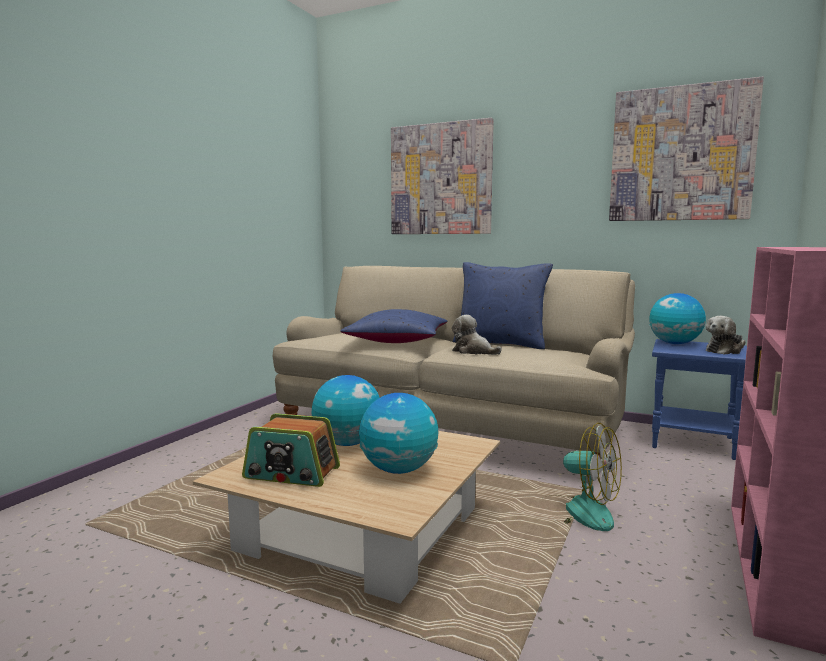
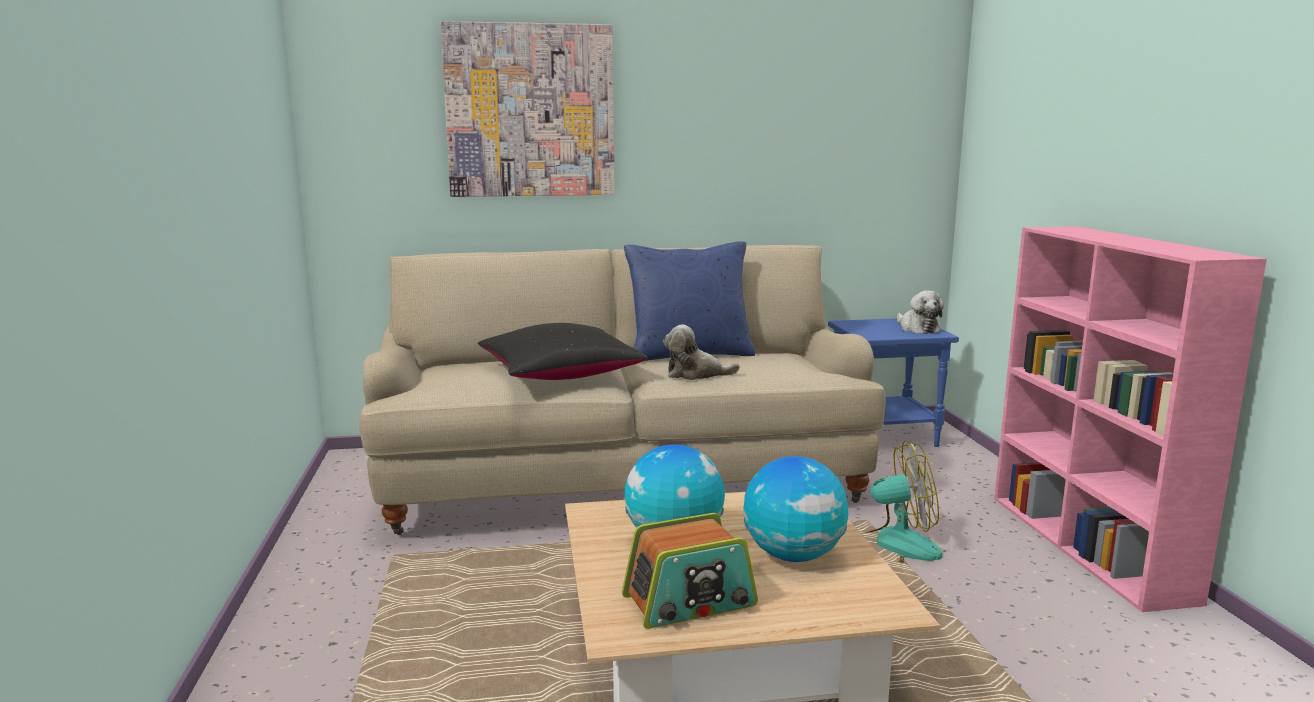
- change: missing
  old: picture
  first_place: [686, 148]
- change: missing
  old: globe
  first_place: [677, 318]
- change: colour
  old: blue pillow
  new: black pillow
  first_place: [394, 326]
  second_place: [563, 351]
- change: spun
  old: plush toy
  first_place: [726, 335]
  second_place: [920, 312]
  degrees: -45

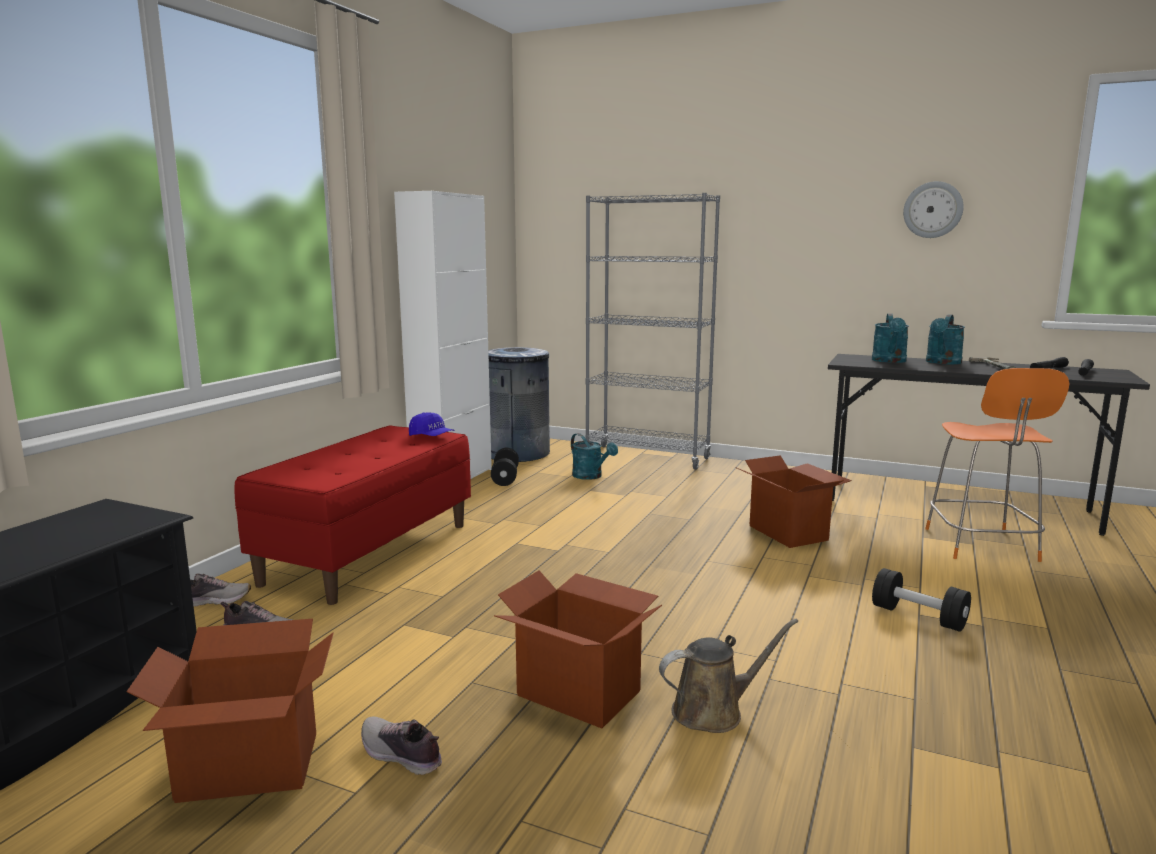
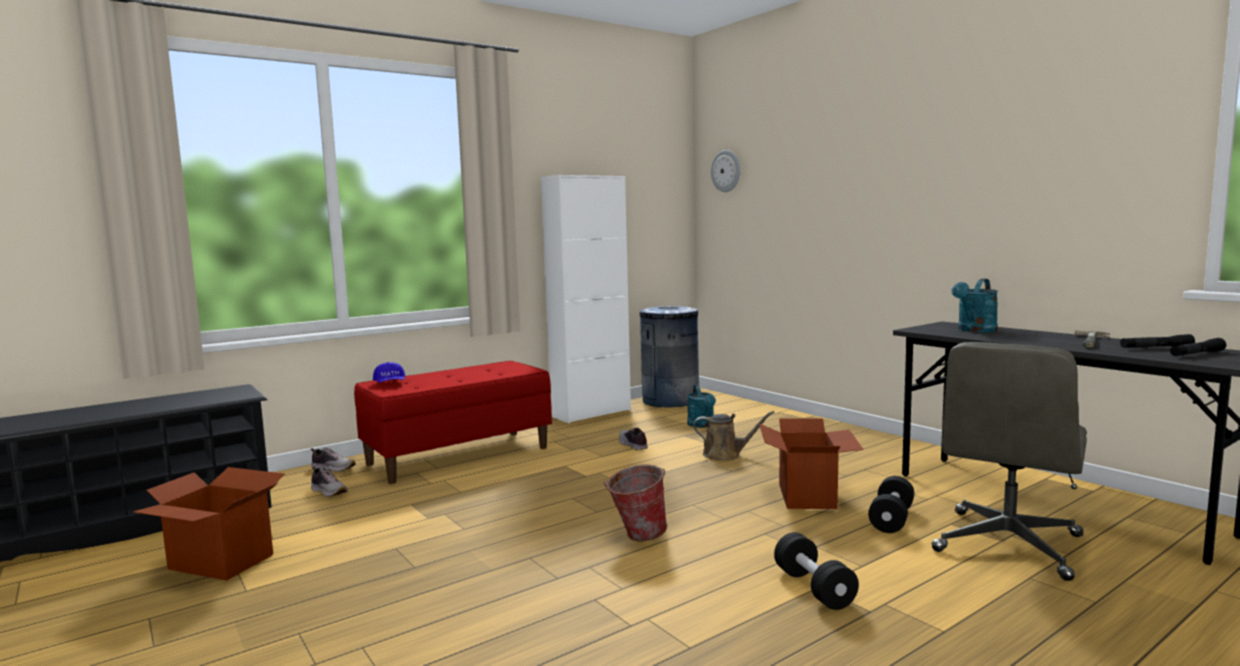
- change: relocated
  old: wall clock
  first_place: [933, 209]
  second_place: [725, 171]
- change: missing
  old: grey bookcase
  first_place: [652, 331]
- change: missing
  old: turquoise watering can
  first_place: [945, 339]
- change: exchanged
  old: orange stool
  new: grey office chair
  first_place: [997, 465]
  second_place: [1009, 461]
- change: relocated
  old: blue cap
  first_place: [431, 424]
  second_place: [389, 372]
- change: relocated
  old: black dumbbell
  first_place: [505, 467]
  second_place: [891, 504]
- change: missing
  old: cardboard box
  first_place: [578, 649]
- change: relocated
  old: brown watering can
  first_place: [728, 676]
  second_place: [733, 436]
- change: relocated
  old: shoe
  first_place: [401, 745]
  second_place: [633, 439]
- change: appeared
  new: bucket
  second_place: [635, 503]

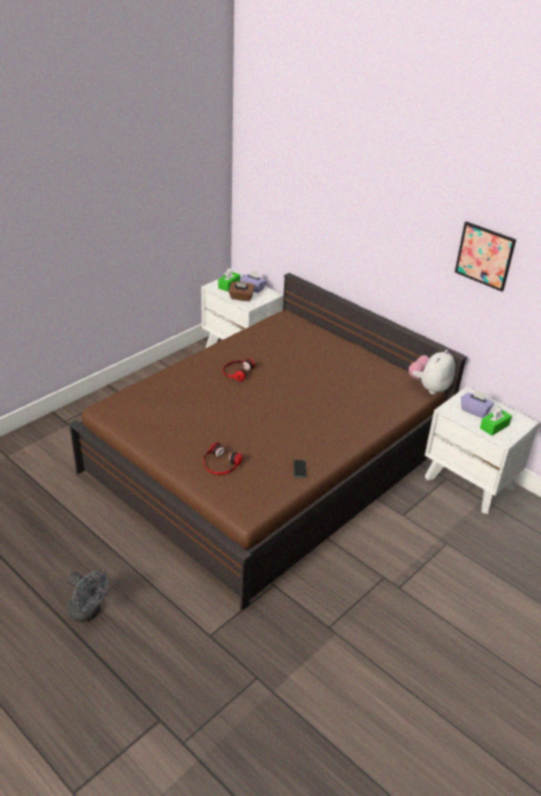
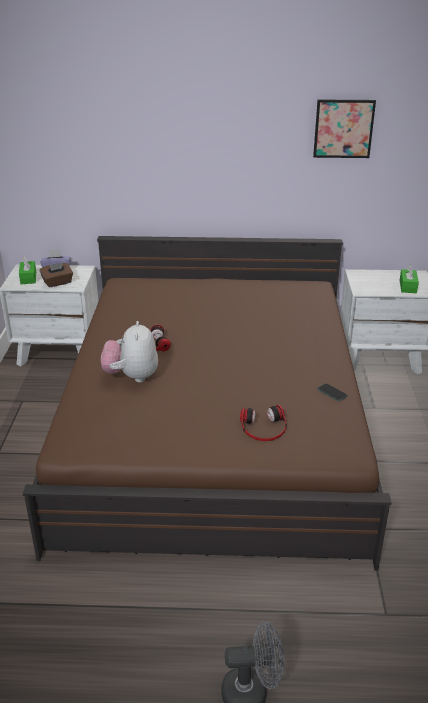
- change: relocated
  old: plush toy
  first_place: [432, 372]
  second_place: [129, 352]
- change: missing
  old: purple tissue box
  first_place: [477, 403]

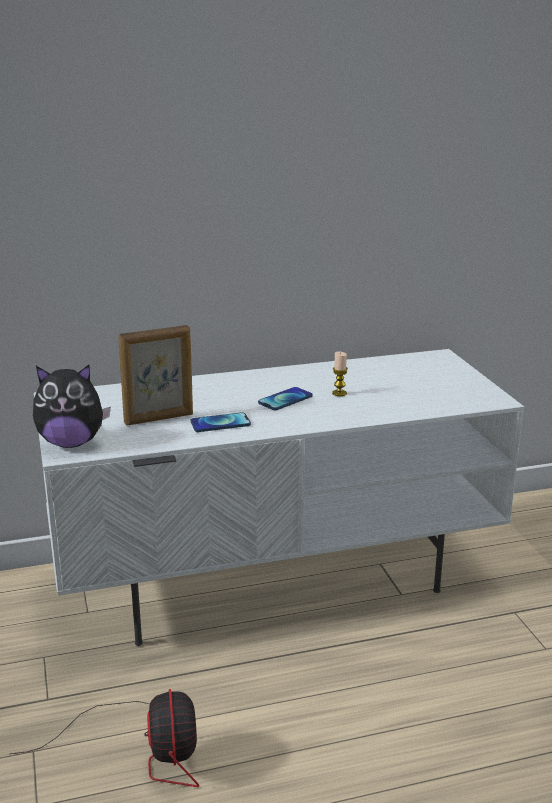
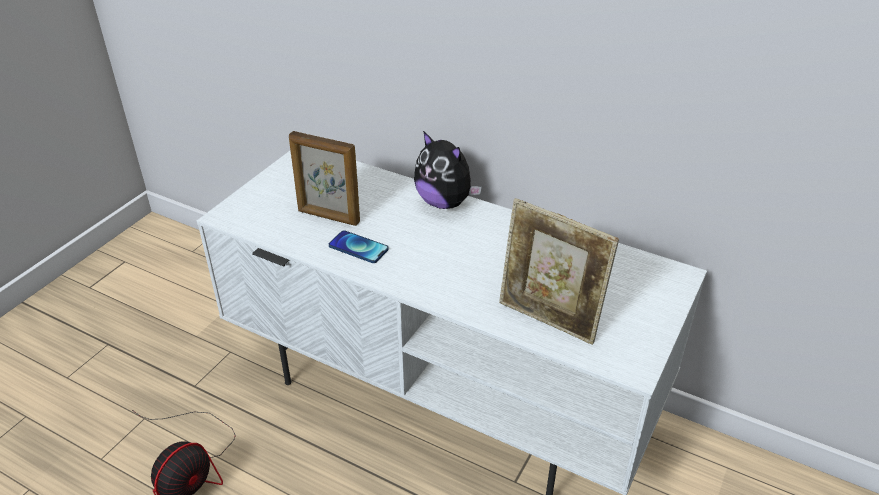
- change: missing
  old: candle
  first_place: [340, 373]
- change: relocated
  old: plush toy
  first_place: [72, 406]
  second_place: [448, 170]
- change: missing
  old: phone
  first_place: [285, 398]
- change: appeared
  new: picture frame
  second_place: [559, 271]

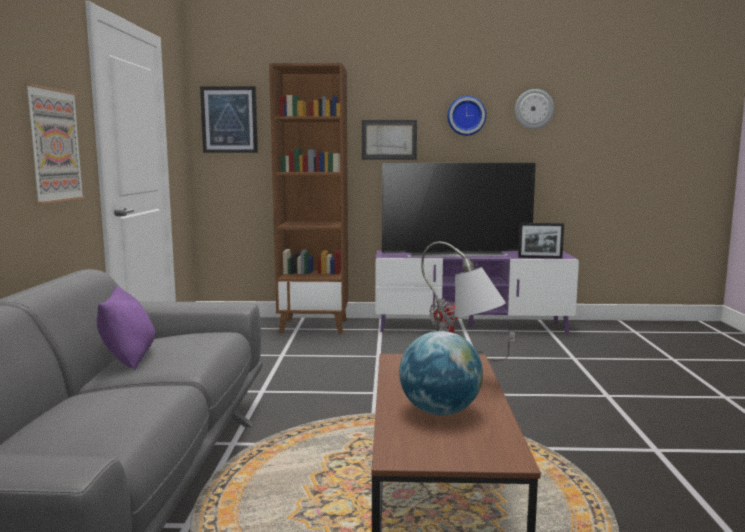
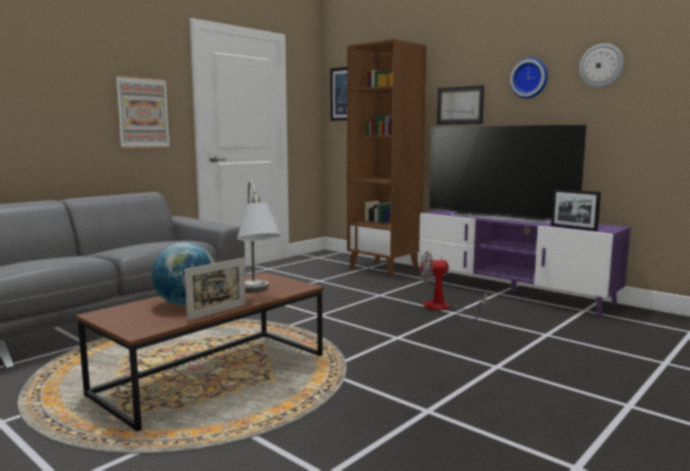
- change: missing
  old: purple pillow
  first_place: [126, 327]
- change: appeared
  new: picture frame
  second_place: [215, 289]

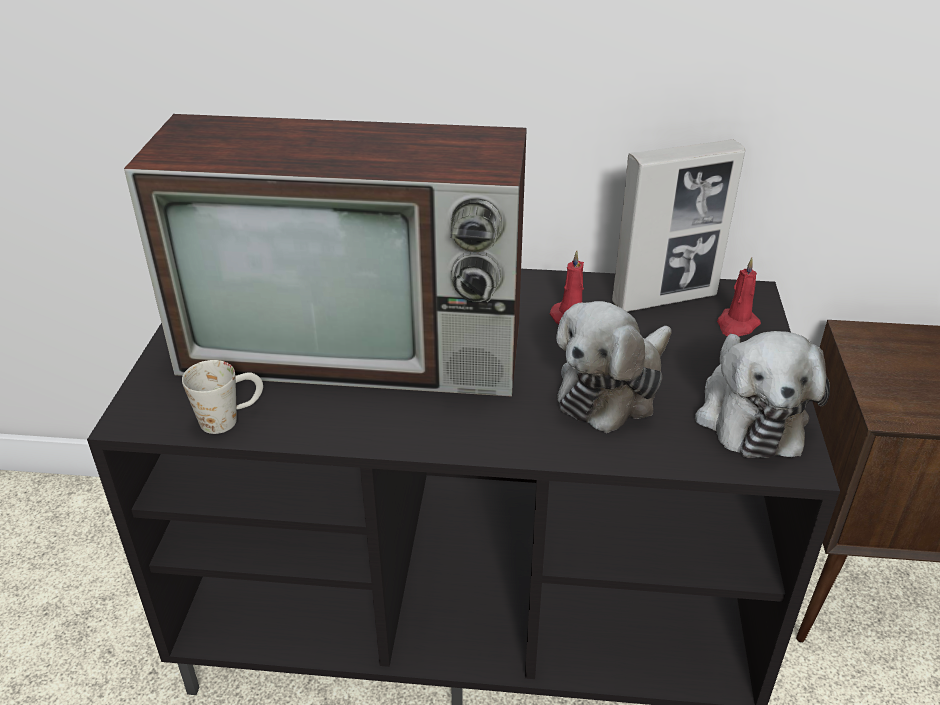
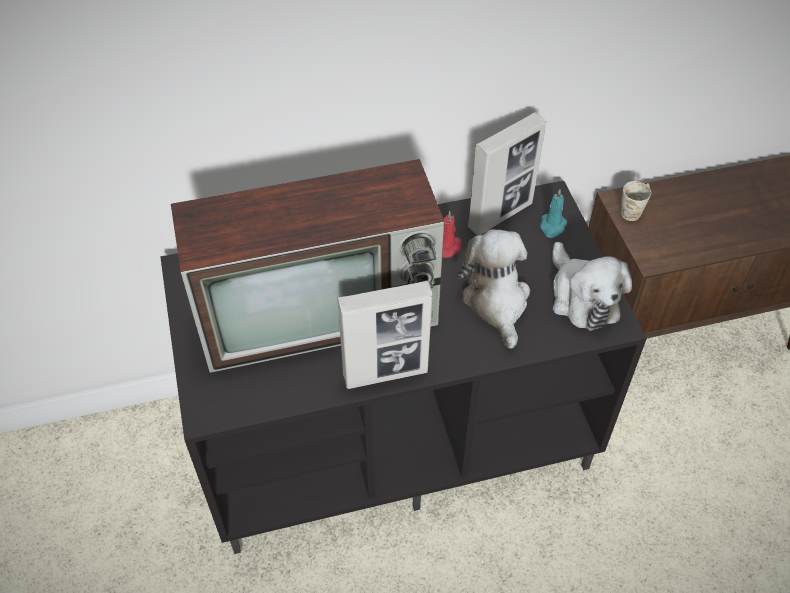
- change: colour
  old: red candle
  new: turquoise candle
  first_place: [739, 296]
  second_place: [553, 213]
- change: spun
  old: plush toy
  first_place: [614, 367]
  second_place: [493, 288]
  degrees: 150
- change: relocated
  old: white mug
  first_place: [222, 397]
  second_place: [636, 201]
- change: appeared
  new: picture frame
  second_place: [385, 335]

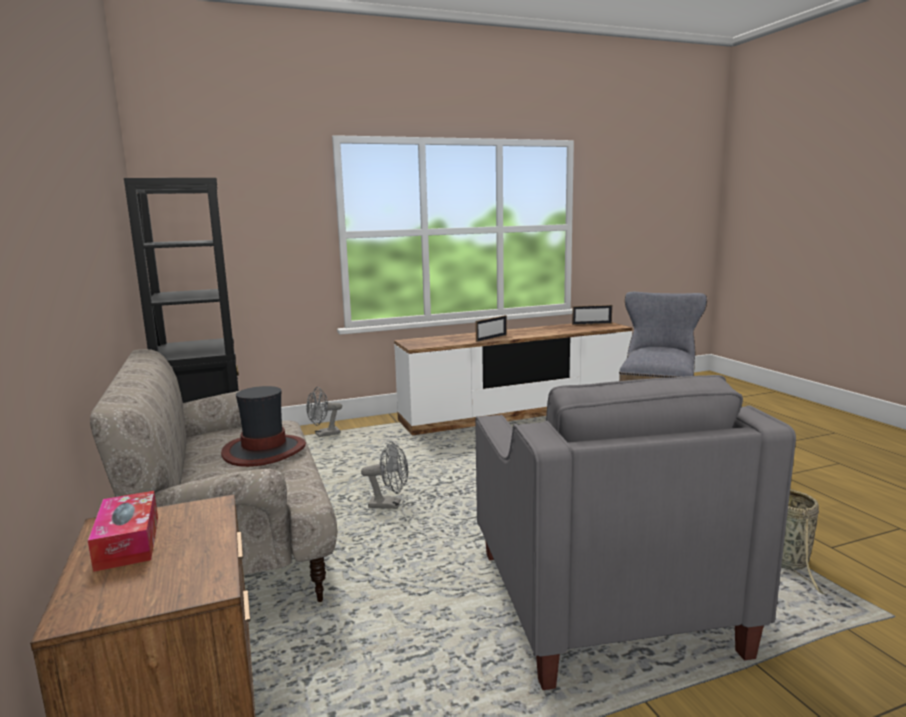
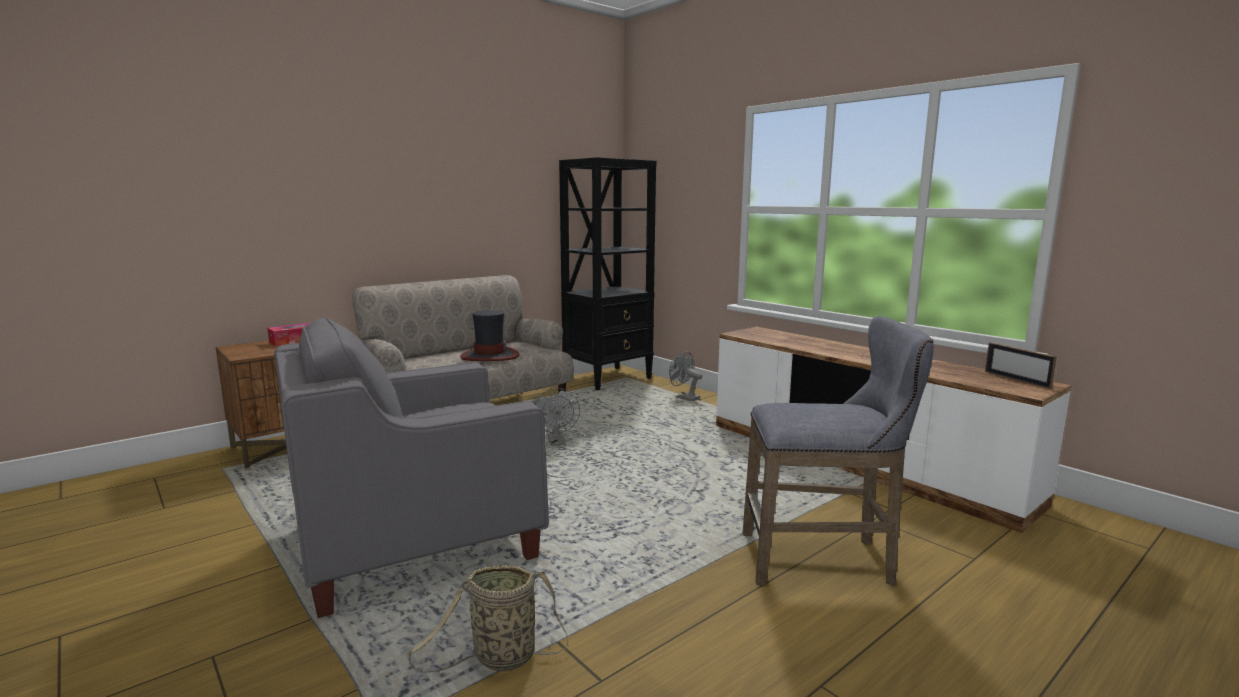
- change: missing
  old: picture frame
  first_place: [491, 328]

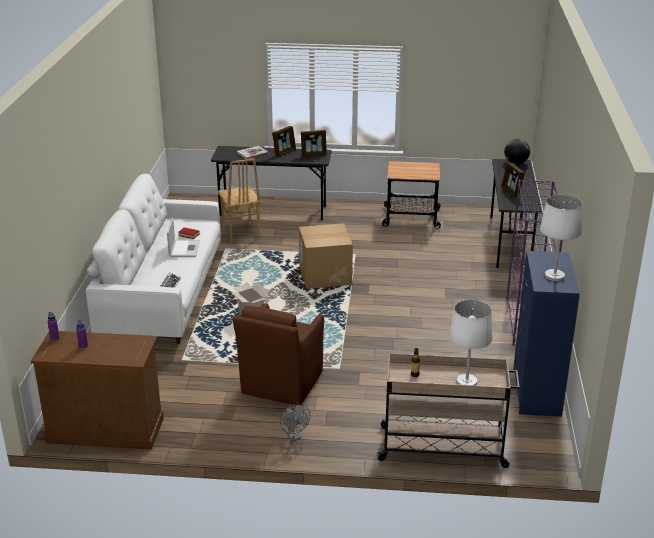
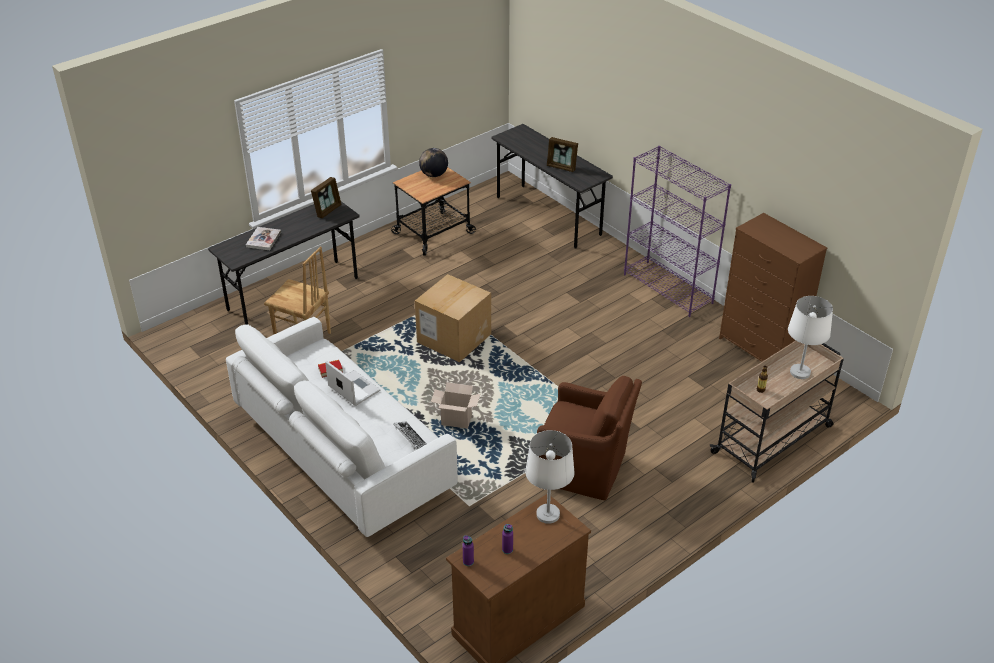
- change: missing
  old: picture frame
  first_place: [284, 141]
- change: relocated
  old: globe
  first_place: [517, 151]
  second_place: [433, 162]
- change: relocated
  old: white table lamp
  first_place: [561, 238]
  second_place: [550, 477]
- change: colour
  old: blue dresser
  new: brown dresser
  first_place: [546, 334]
  second_place: [773, 287]
- change: spun
  old: brown armchair
  first_place: [278, 354]
  second_place: [589, 438]
  degrees: -45
- change: missing
  old: grey fan
  first_place: [295, 422]

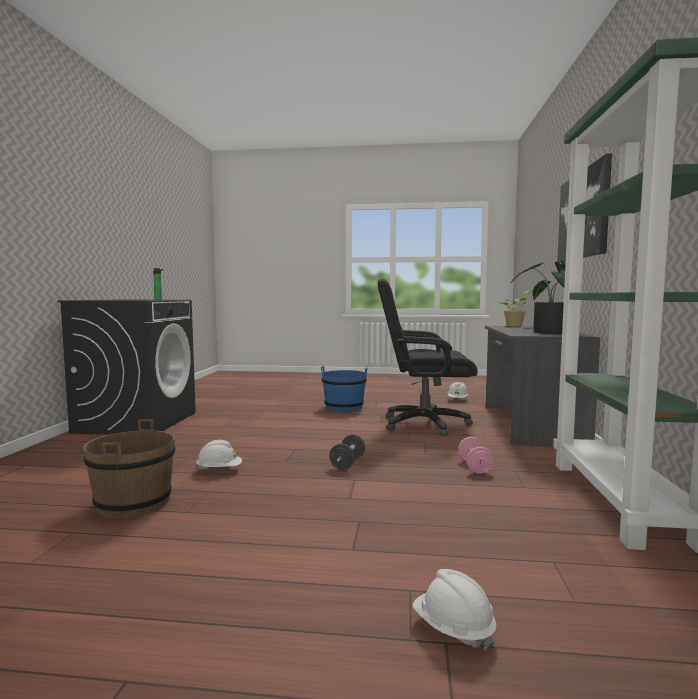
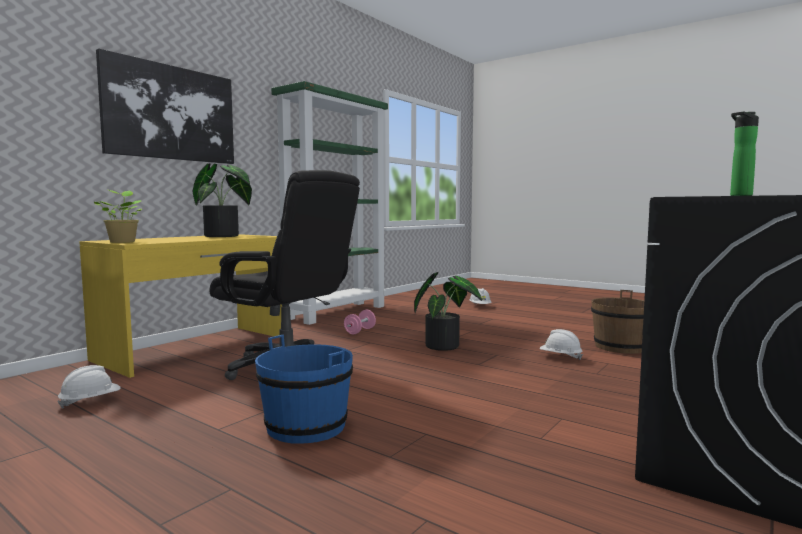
- change: colour
  old: grey desk
  new: yellow desk
  first_place: [542, 386]
  second_place: [181, 306]
- change: exchanged
  old: black dumbbell
  new: potted plant
  first_place: [347, 452]
  second_place: [448, 311]

